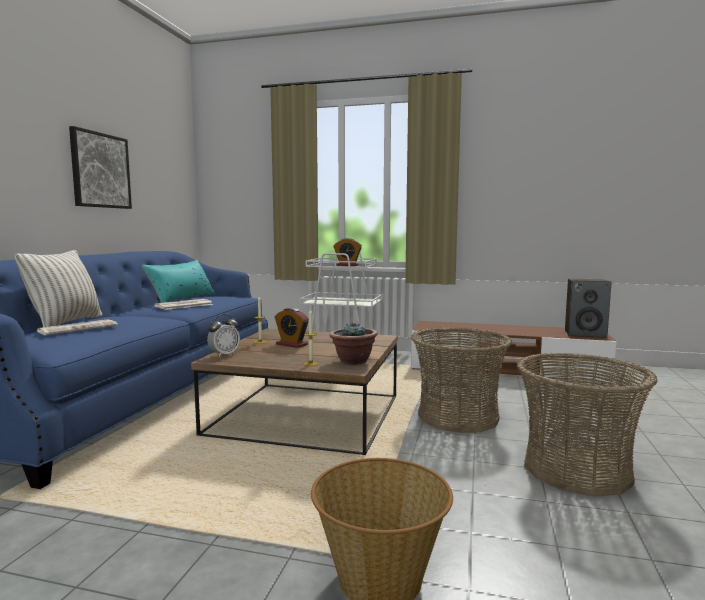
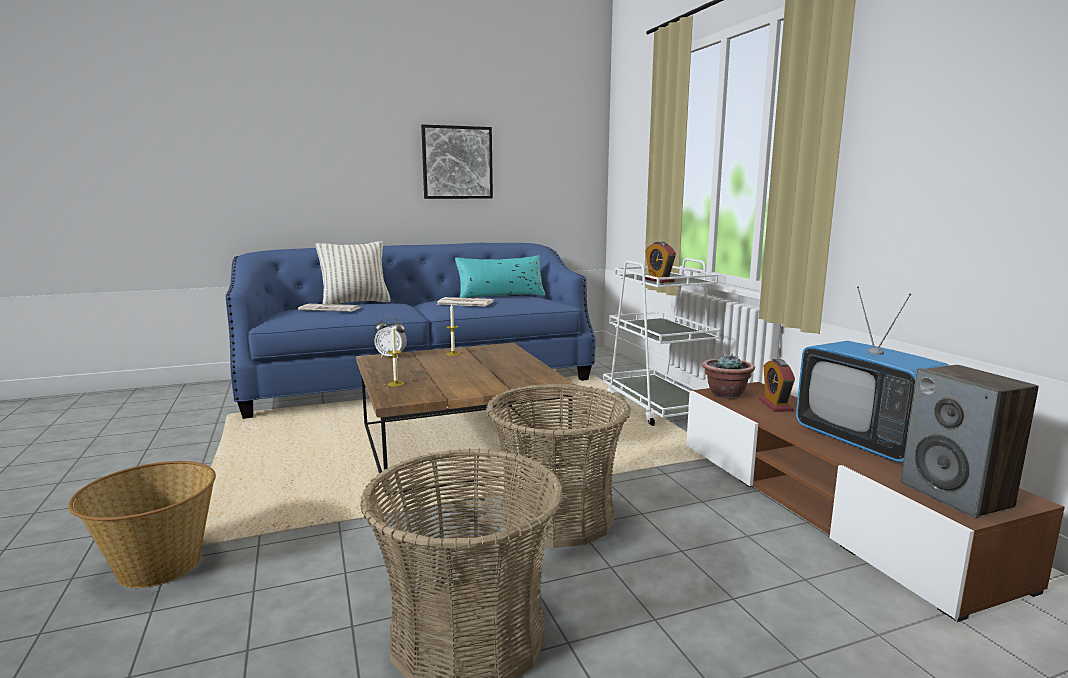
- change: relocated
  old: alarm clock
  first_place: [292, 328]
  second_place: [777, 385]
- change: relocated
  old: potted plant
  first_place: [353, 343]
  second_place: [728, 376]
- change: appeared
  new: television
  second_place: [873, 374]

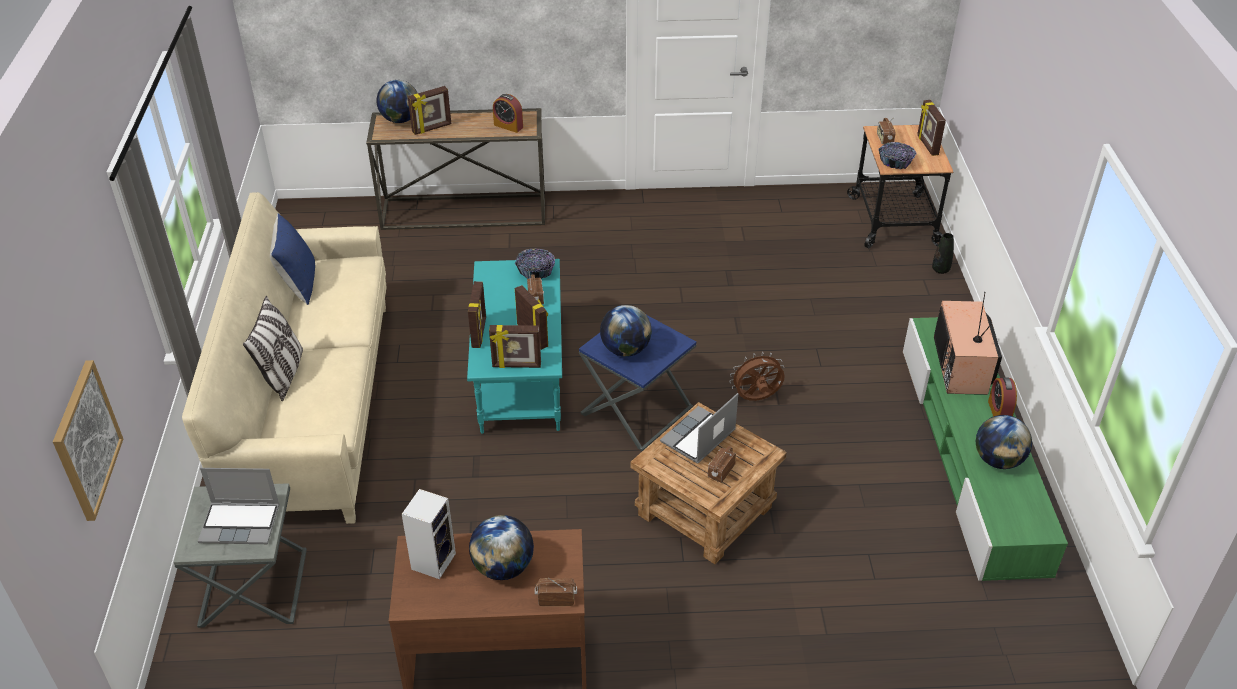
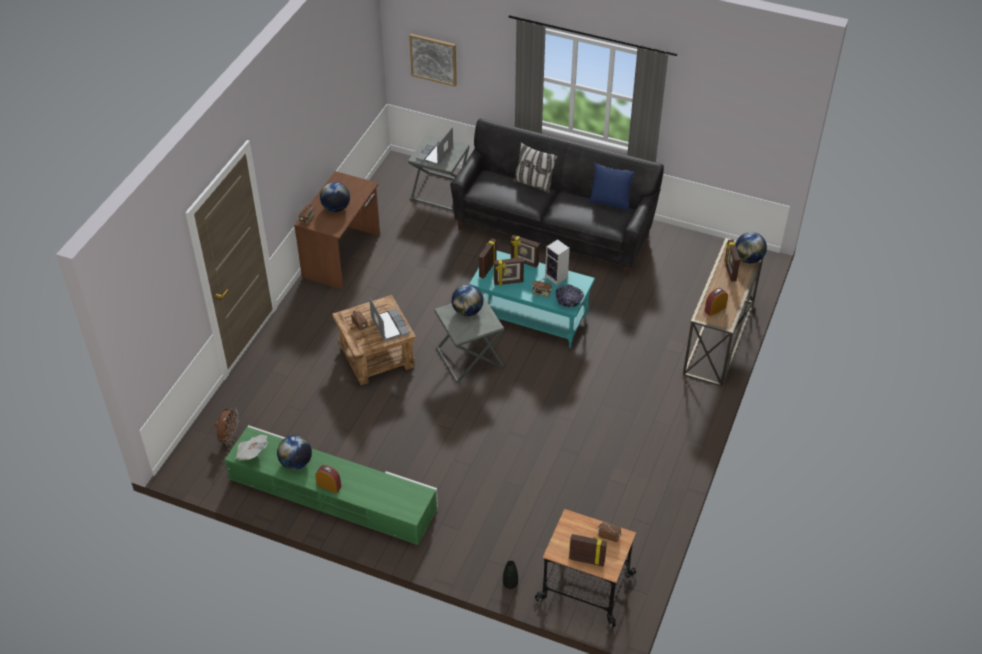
- change: missing
  old: bowl
  first_place: [897, 155]
- change: colour
  old: beige sofa
  new: black sofa
  first_place: [284, 358]
  second_place: [557, 197]
- change: missing
  old: television
  first_place: [968, 343]
- change: colour
  old: blue side table
  new: grey side table
  first_place: [637, 383]
  second_place: [469, 339]
- change: relocated
  old: brown fan
  first_place: [757, 376]
  second_place: [227, 426]
- change: relocated
  old: speaker
  first_place: [429, 534]
  second_place: [557, 262]
- change: appeared
  new: newspaper
  second_place: [251, 447]

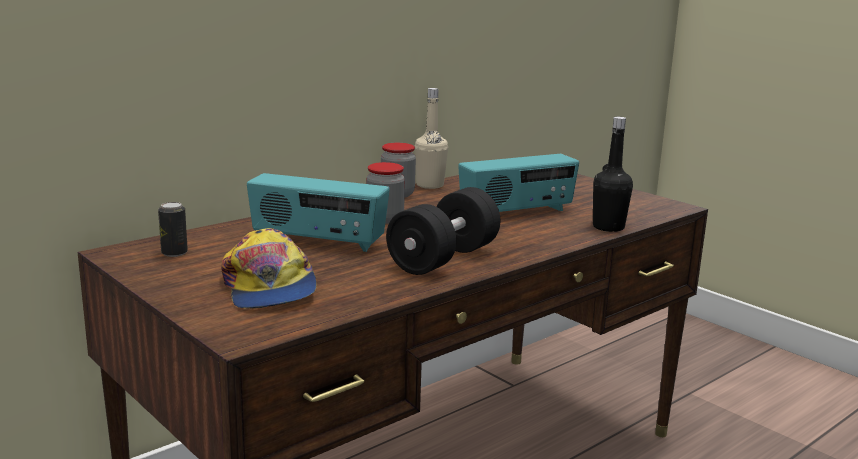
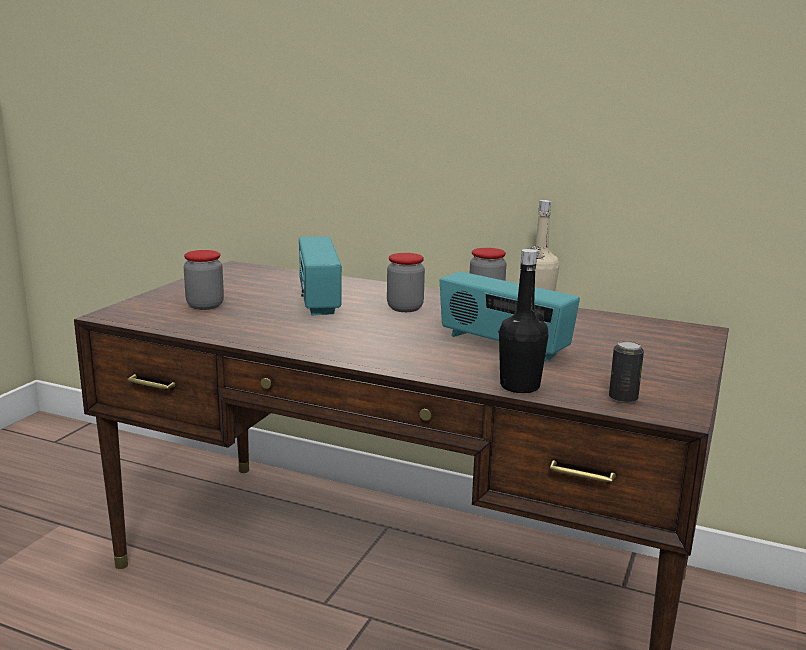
- change: missing
  old: black dumbbell
  first_place: [443, 231]
- change: relocated
  old: can
  first_place: [173, 229]
  second_place: [626, 372]
- change: exchanged
  old: cap
  new: jar
  first_place: [269, 268]
  second_place: [204, 280]

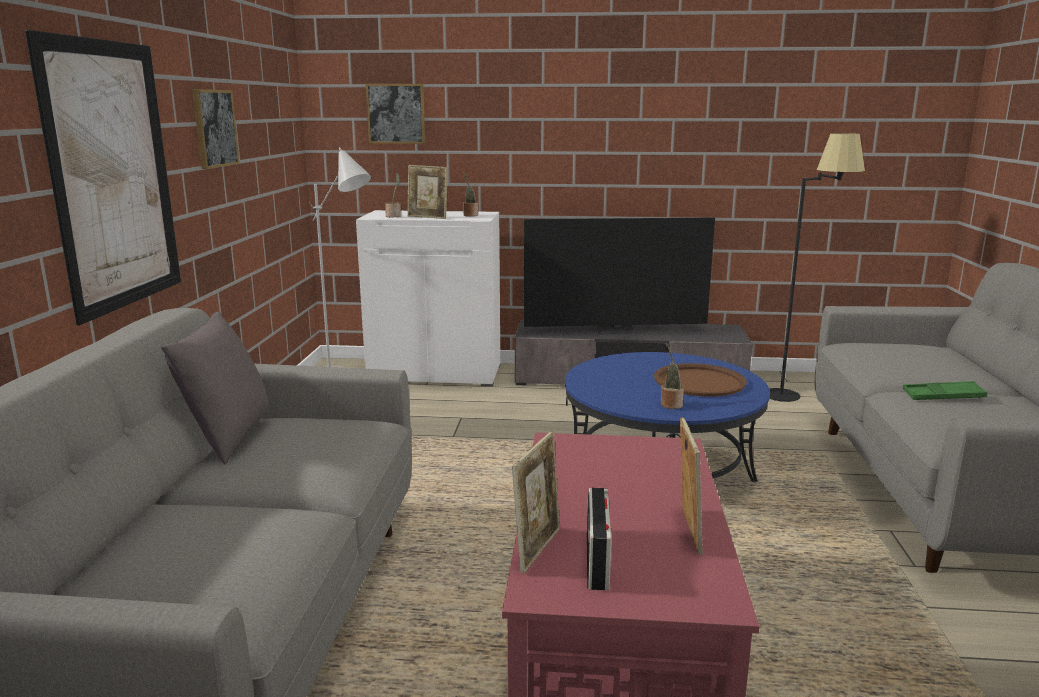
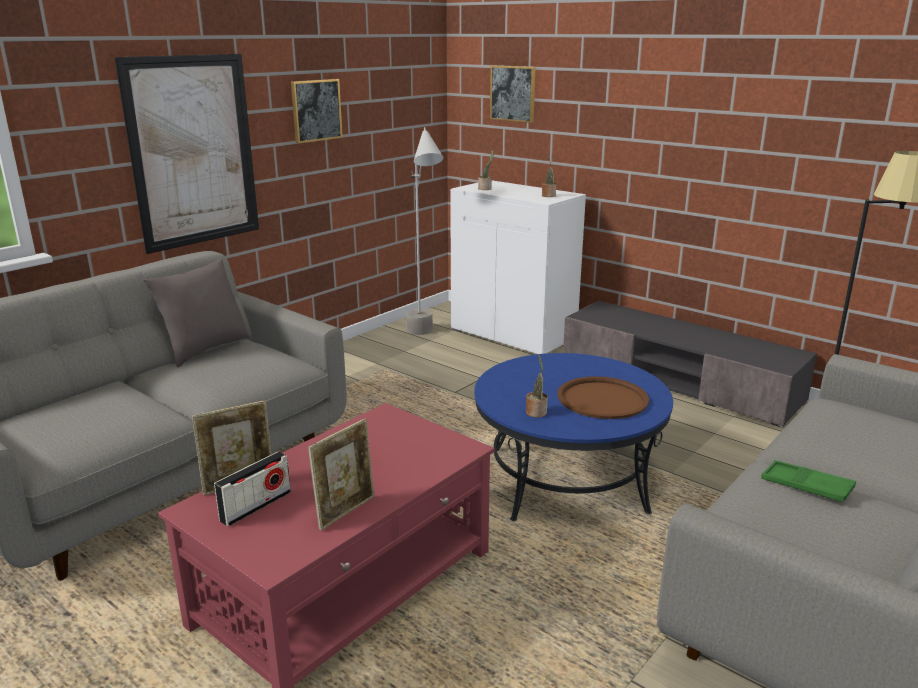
- change: missing
  old: picture frame
  first_place: [427, 192]
- change: missing
  old: television
  first_place: [619, 275]

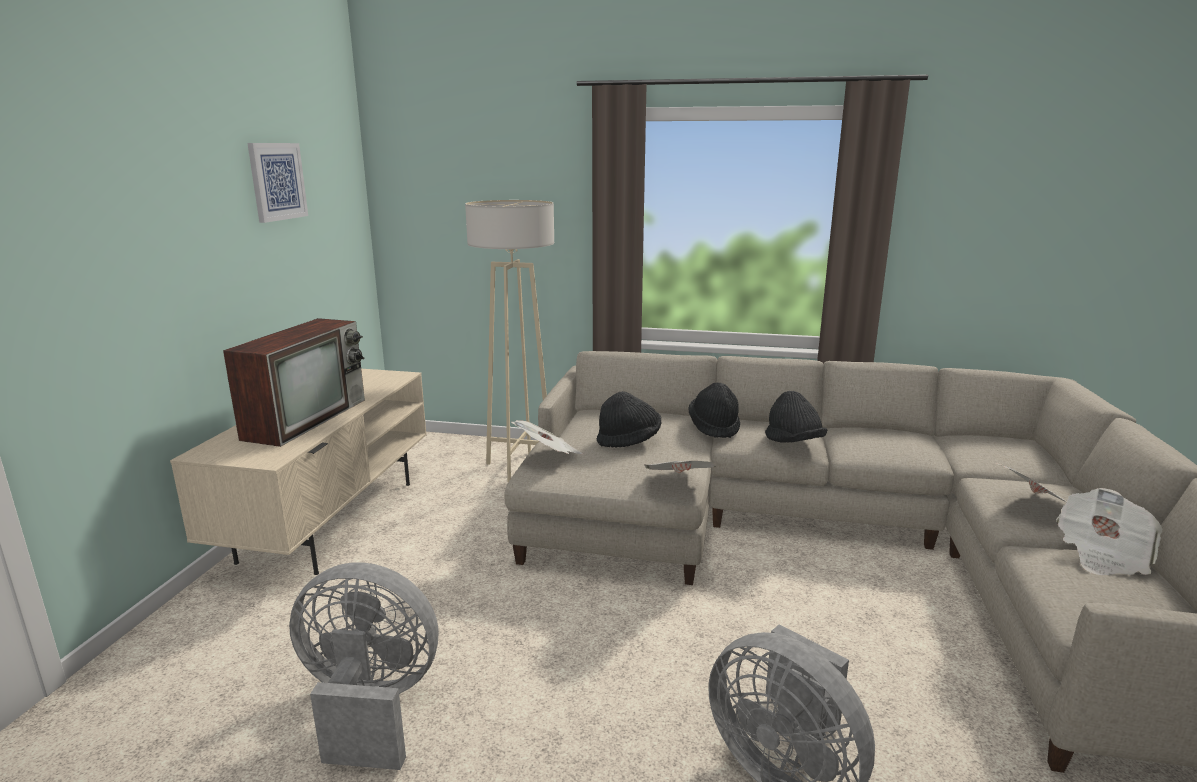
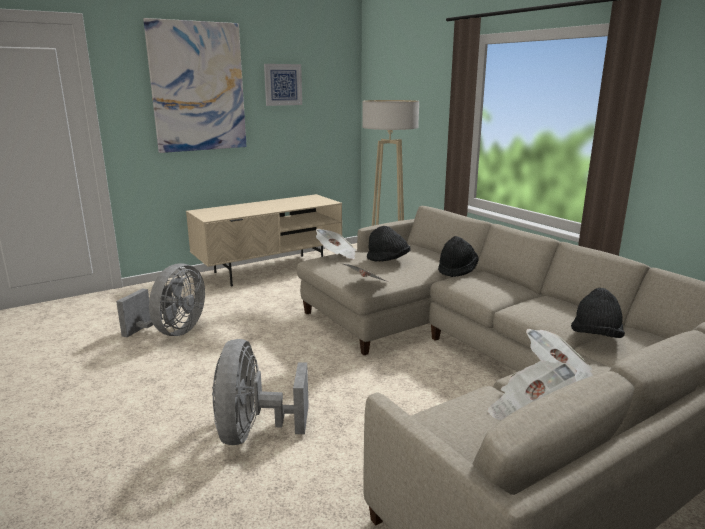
- change: missing
  old: television
  first_place: [294, 382]
- change: relocated
  old: black hat
  first_place: [796, 417]
  second_place: [598, 313]
- change: spun
  old: grey fan
  first_place: [363, 666]
  second_place: [160, 300]
  degrees: 60
- change: appeared
  new: picture
  second_place: [195, 85]

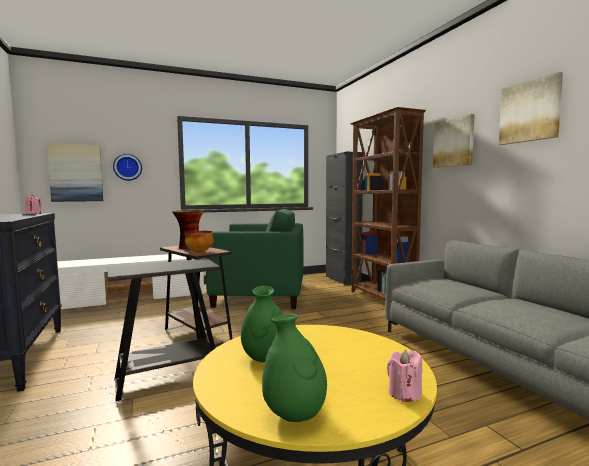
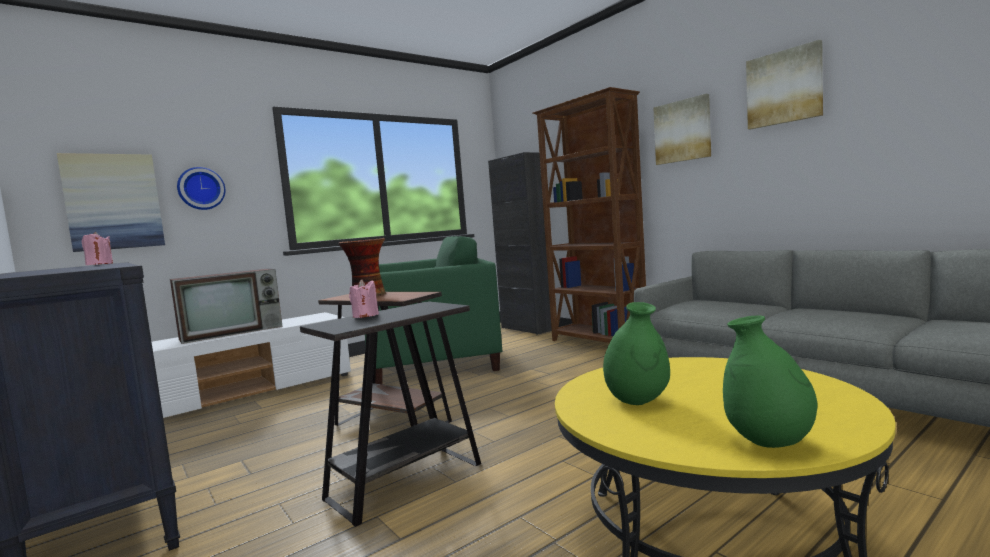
- change: missing
  old: bowl
  first_place: [199, 241]
- change: relocated
  old: pink candle
  first_place: [404, 375]
  second_place: [364, 298]
- change: appeared
  new: television
  second_place: [226, 306]

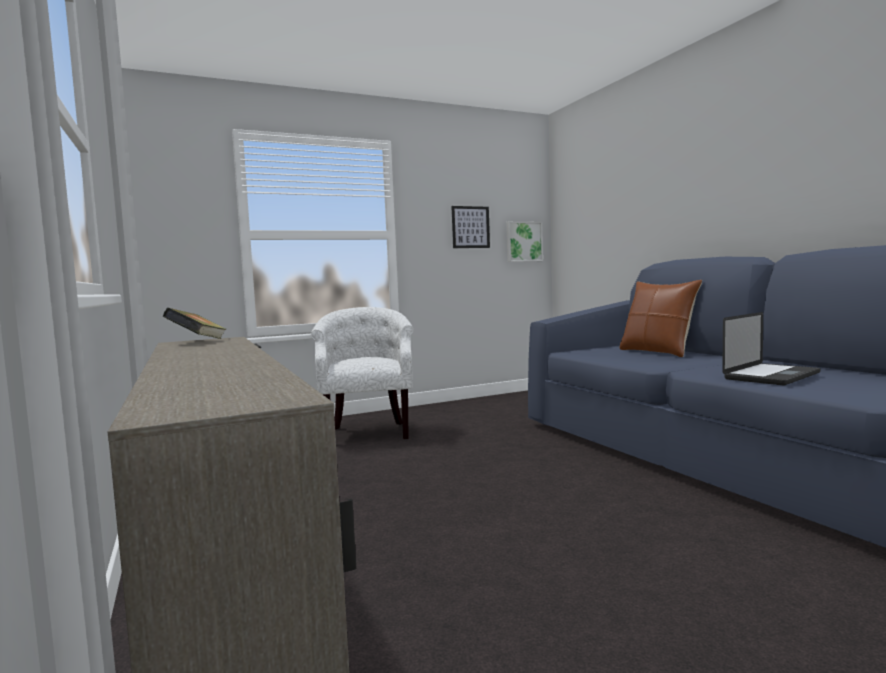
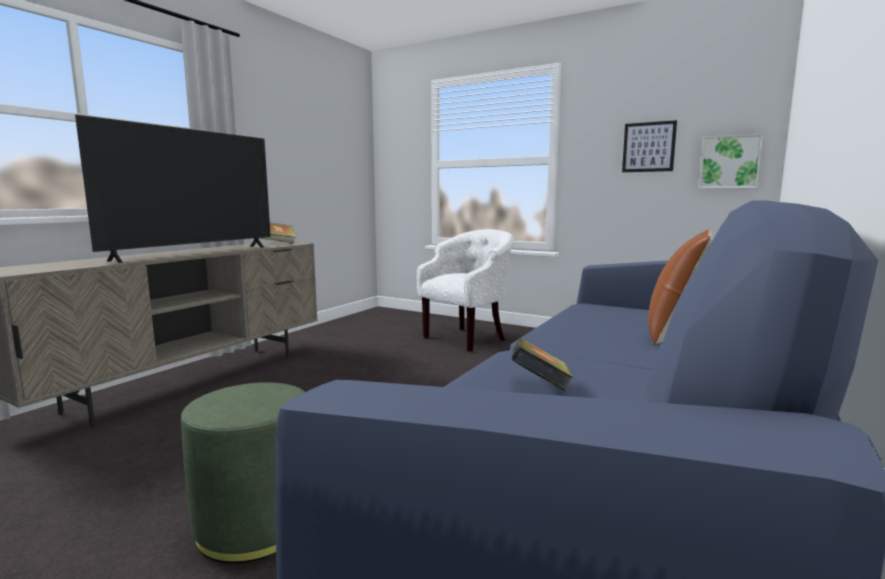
- change: exchanged
  old: laptop
  new: book
  first_place: [771, 348]
  second_place: [542, 364]
- change: appeared
  new: television
  second_place: [173, 189]
- change: appeared
  new: green ottoman
  second_place: [242, 472]

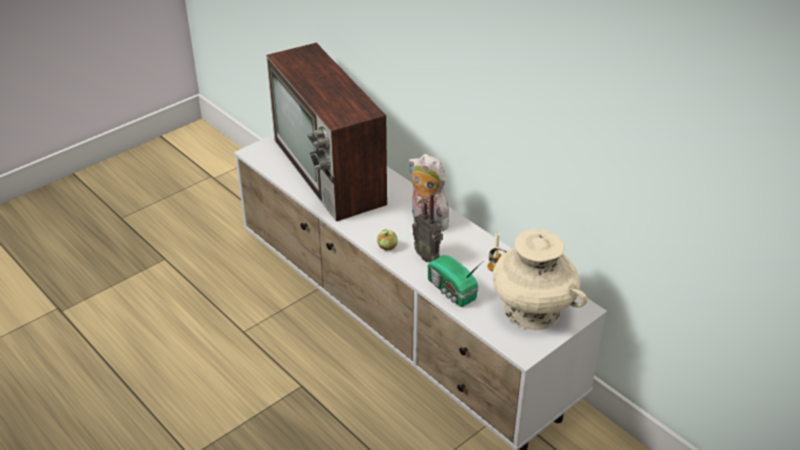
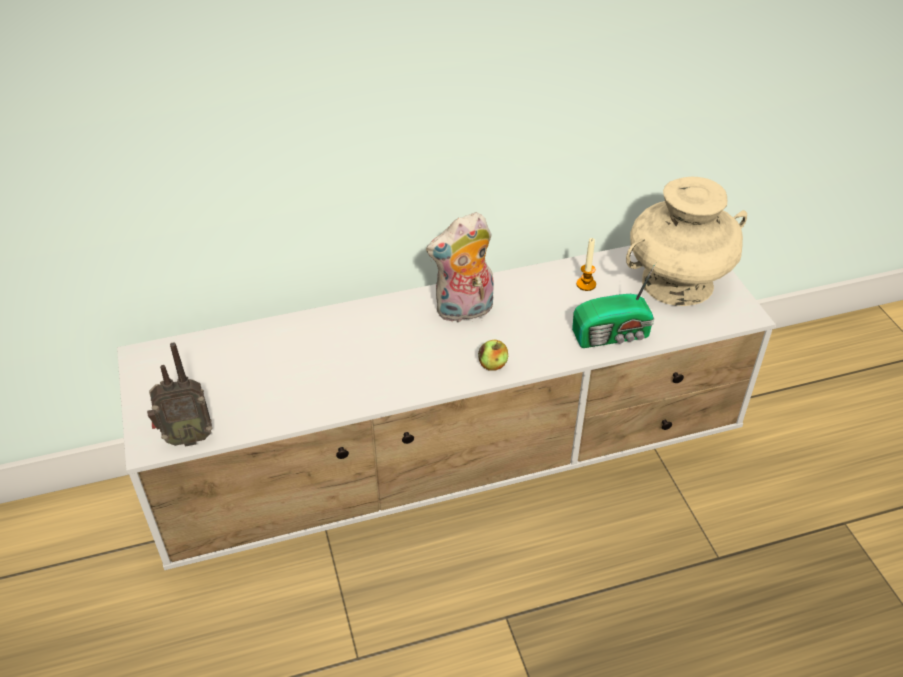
- change: missing
  old: television
  first_place: [326, 132]
- change: relocated
  old: radio
  first_place: [427, 227]
  second_place: [179, 394]

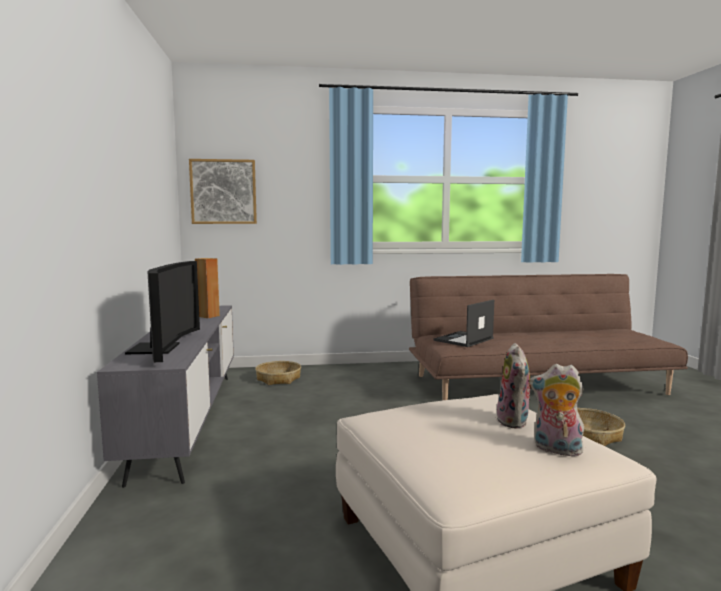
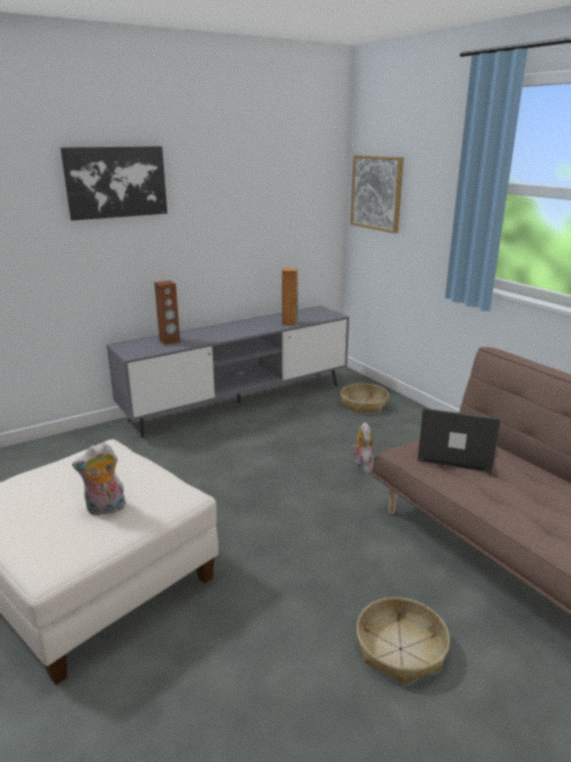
- change: exchanged
  old: television
  new: brown speaker
  first_place: [162, 311]
  second_place: [167, 313]
- change: relocated
  old: plush toy
  first_place: [557, 410]
  second_place: [363, 448]
- change: appeared
  new: picture
  second_place: [113, 183]

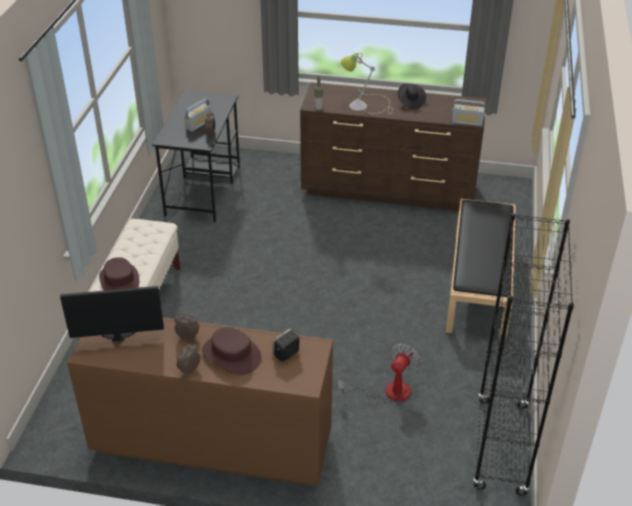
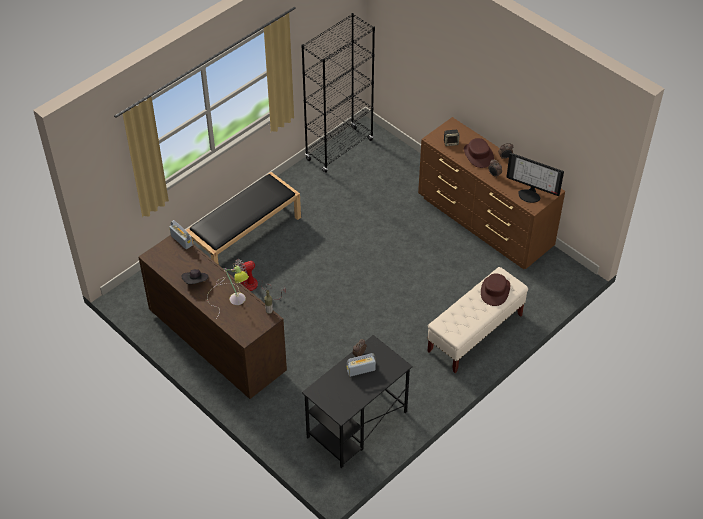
- change: relocated
  old: fan
  first_place: [379, 373]
  second_place: [260, 279]

